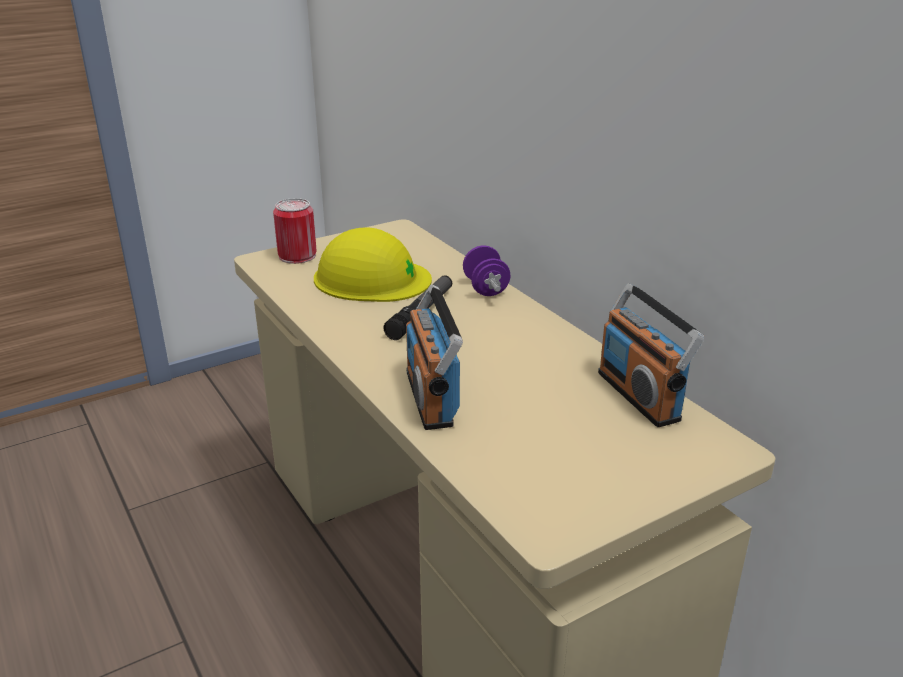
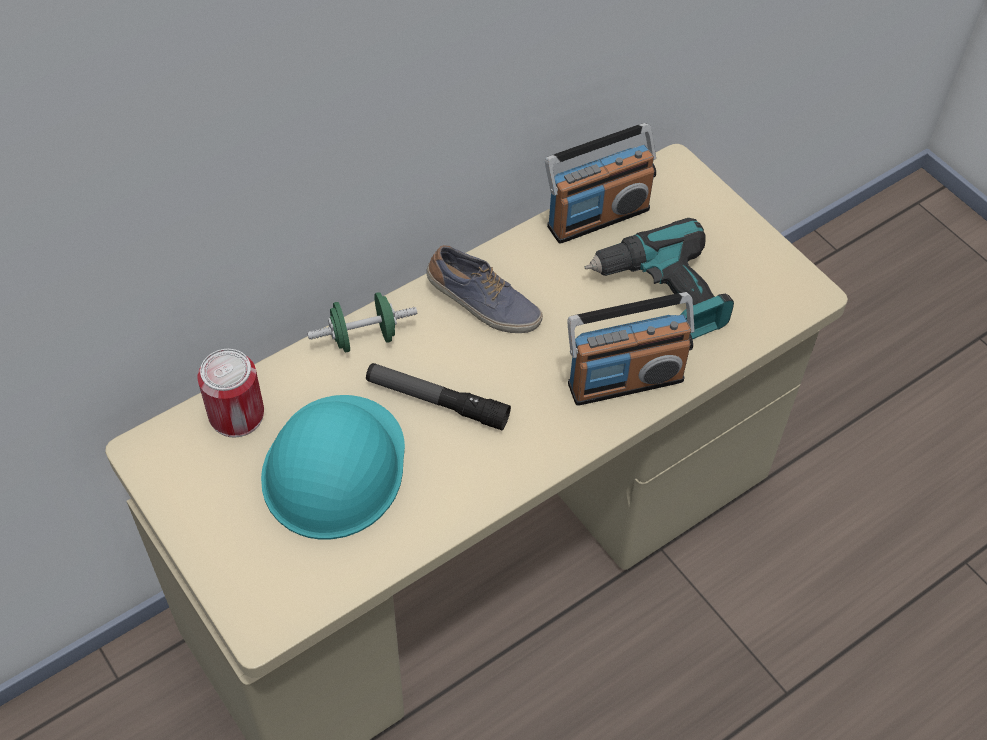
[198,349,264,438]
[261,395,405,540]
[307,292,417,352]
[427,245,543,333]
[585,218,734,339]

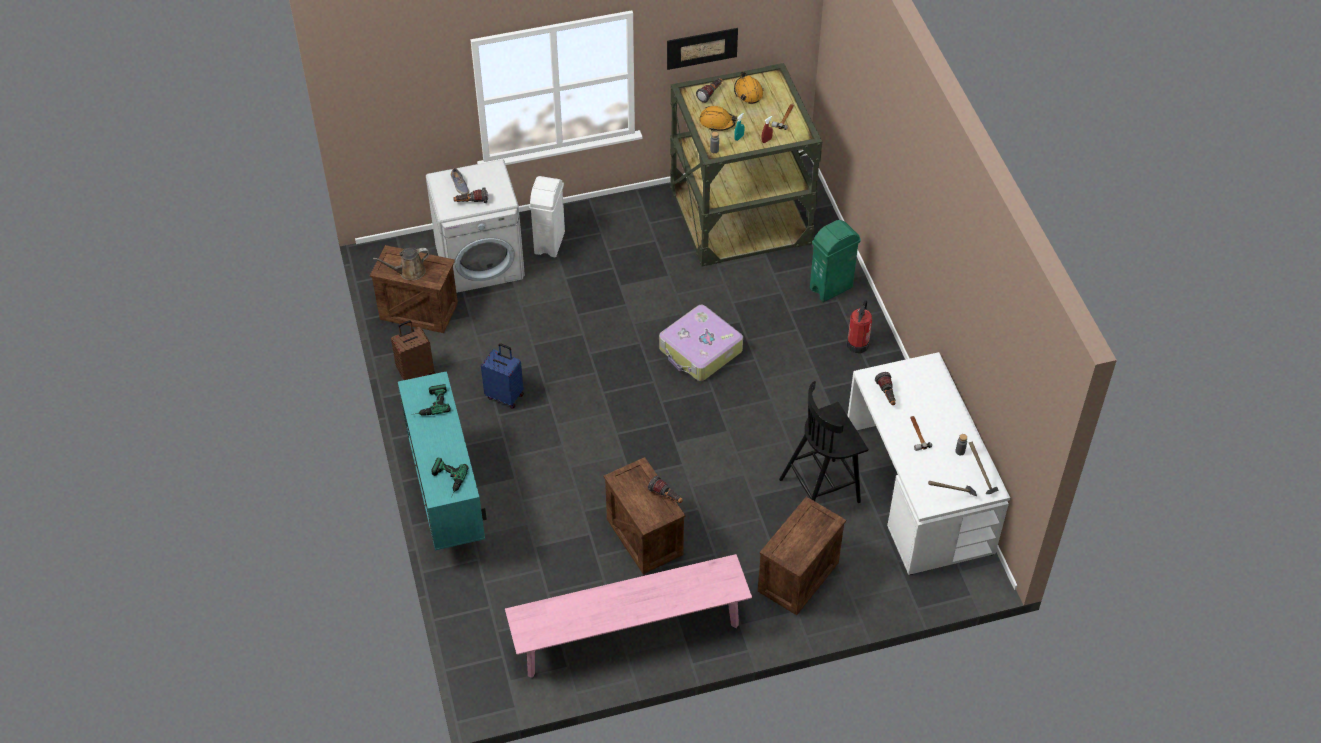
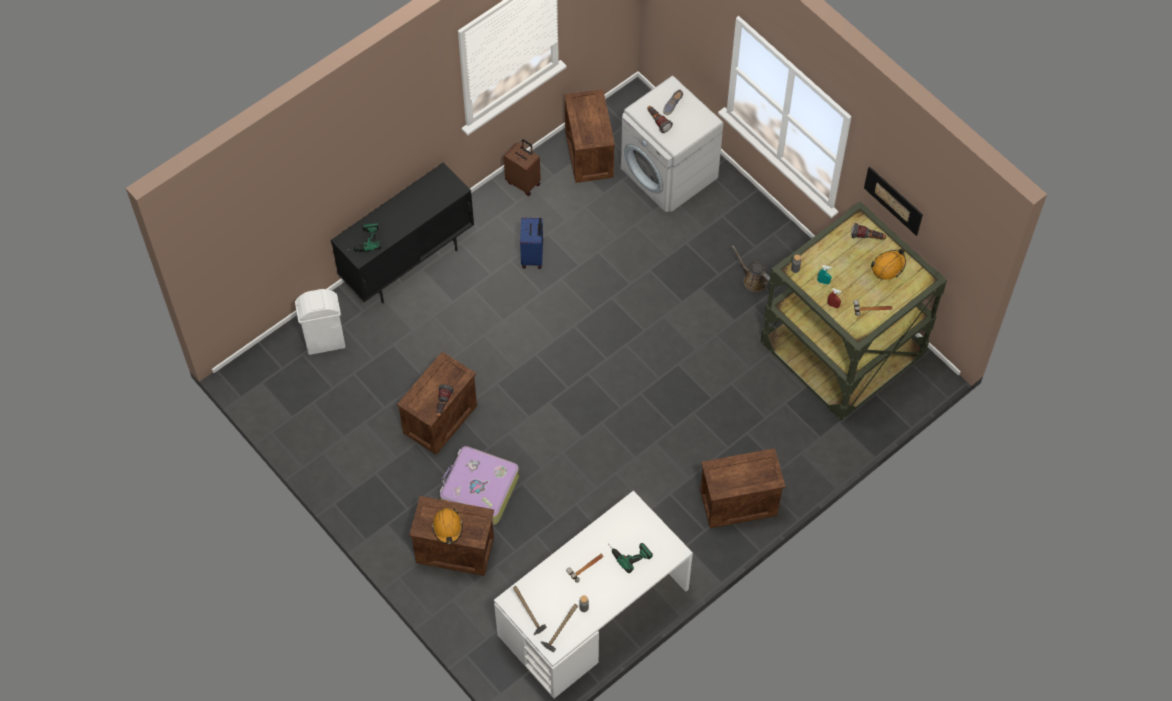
[295,289,346,355]
[331,162,474,303]
[432,508,463,544]
[440,446,519,525]
[609,543,653,573]
[700,448,786,528]
[732,245,770,292]
[505,554,752,678] (first image)
[779,381,868,503] (first image)
[810,220,861,302] (first image)
[875,372,896,405] (first image)

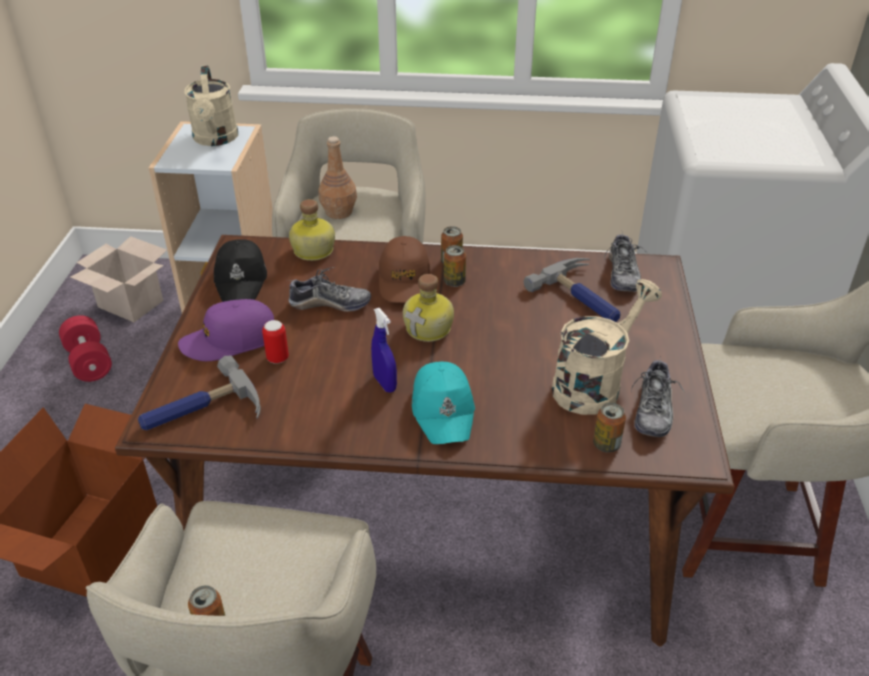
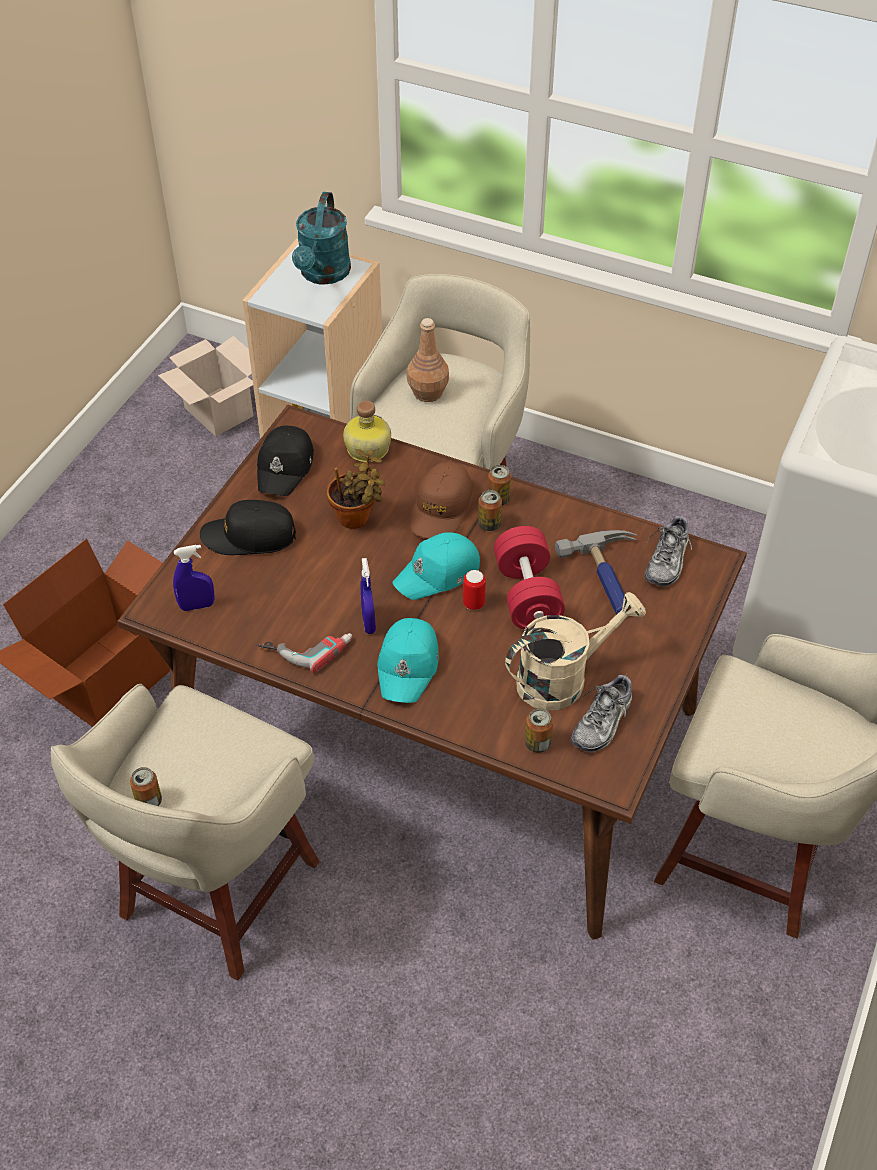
[173,545,215,611]
[200,500,296,555]
[256,633,352,673]
[292,192,351,285]
[327,449,385,529]
[393,532,480,600]
[463,570,486,610]
[494,526,565,630]

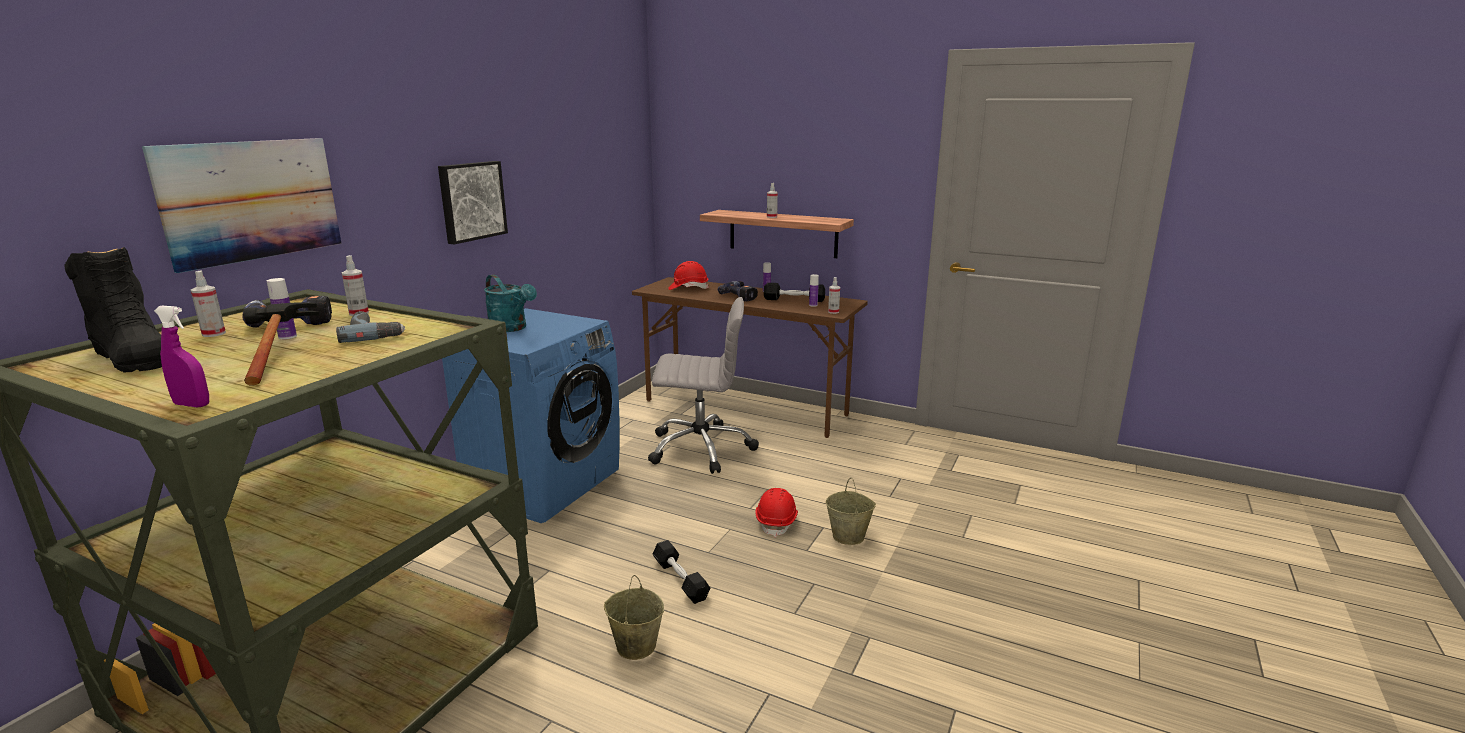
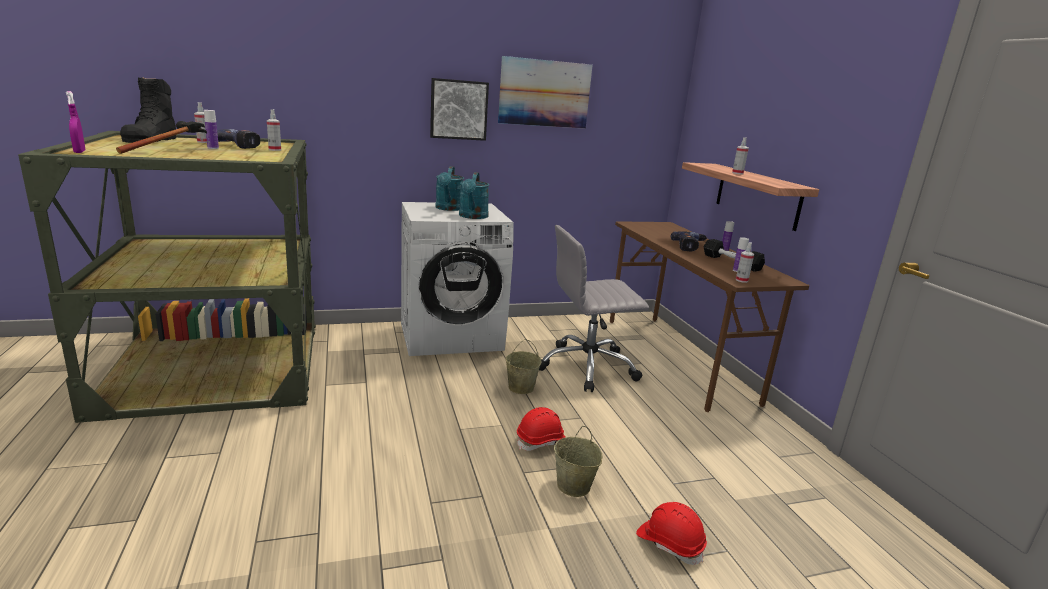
[401,202,514,356]
[459,172,489,219]
[498,56,593,129]
[506,339,542,394]
[539,225,649,392]
[636,502,707,565]
[336,311,405,343] (first image)
[652,540,710,604] (first image)

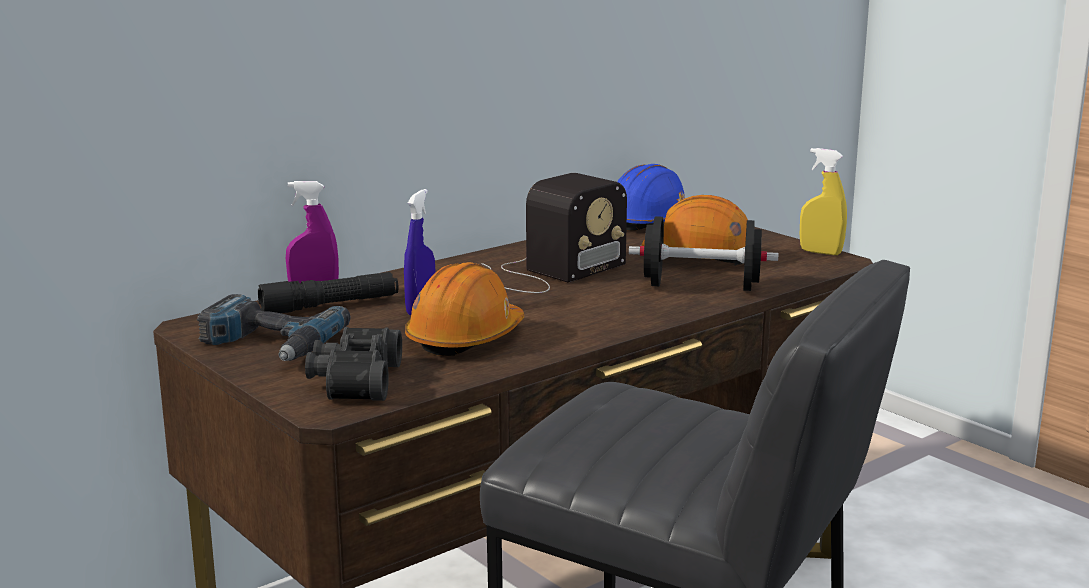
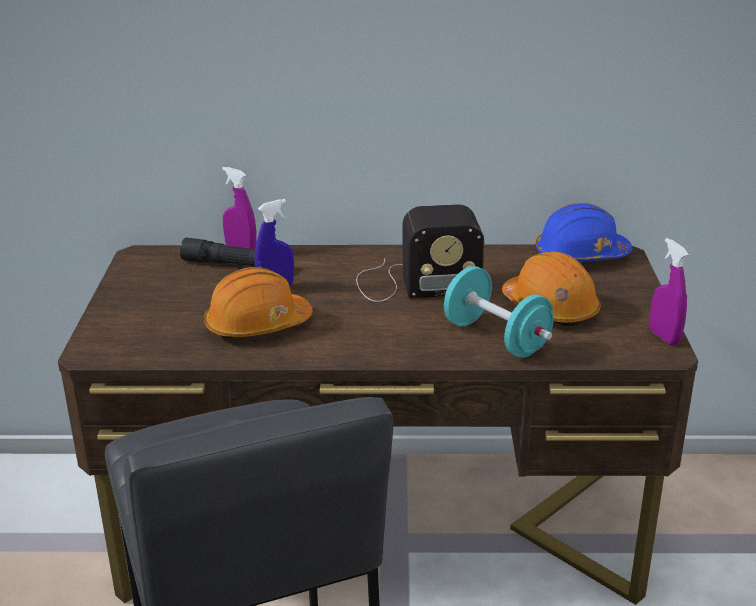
[444,266,554,358]
[650,238,689,346]
[197,294,350,361] (first image)
[305,327,402,401] (first image)

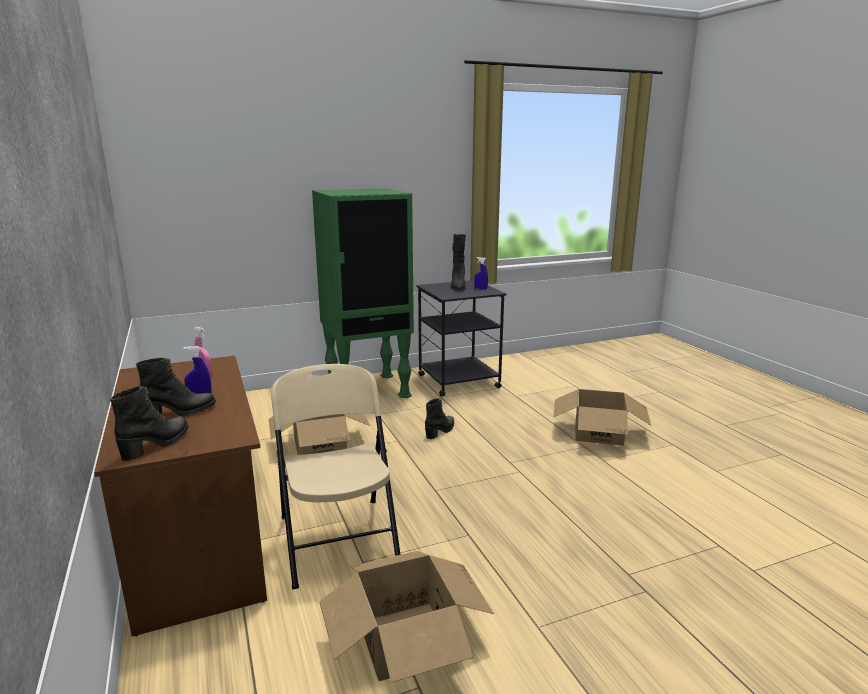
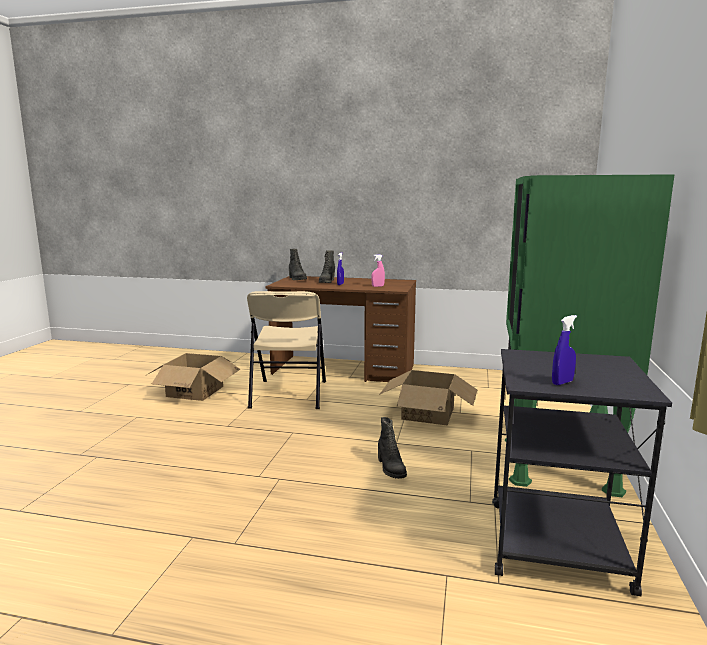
[247,291,326,409]
[451,234,466,291] (first image)
[553,389,651,446] (first image)

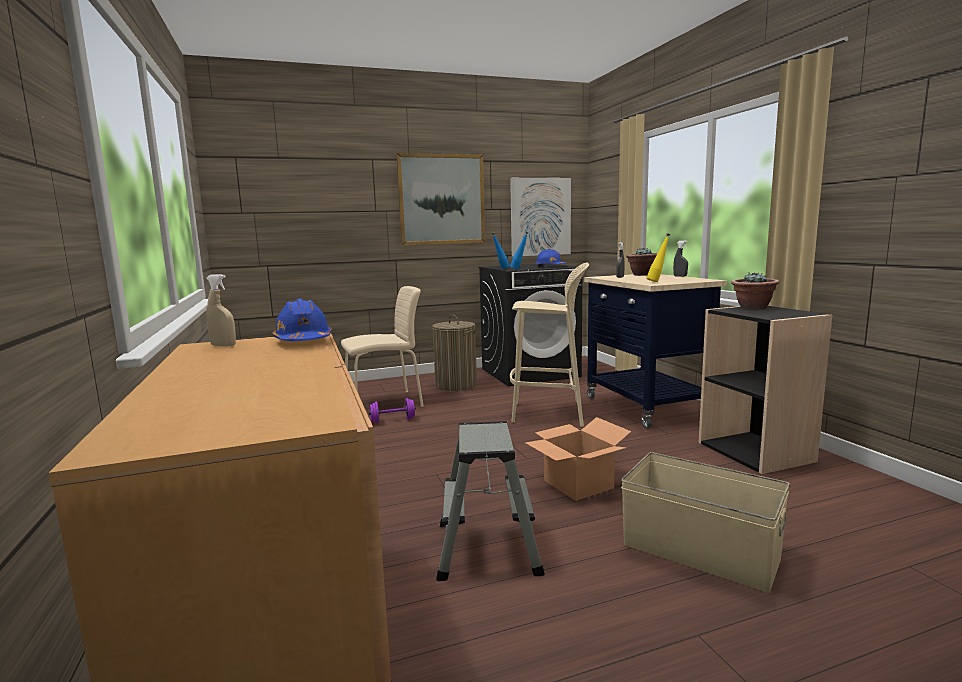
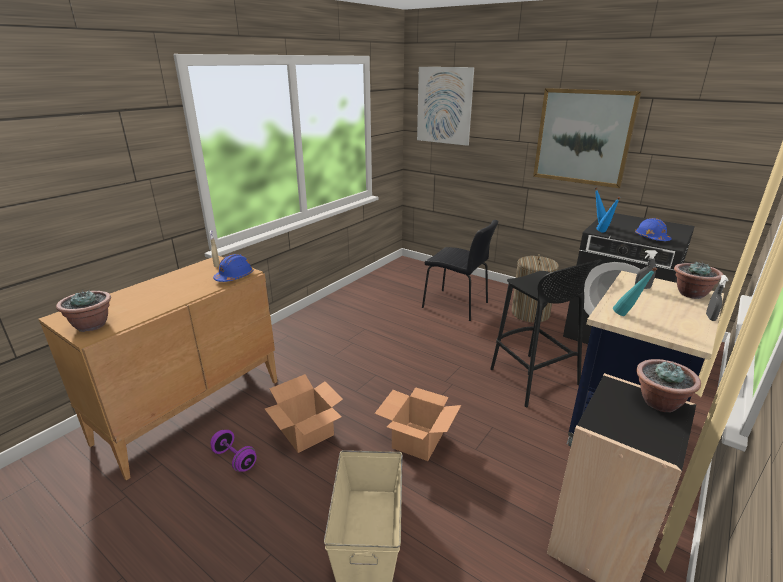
[56,290,111,332]
[211,430,257,472]
[265,374,343,453]
[417,67,474,146]
[422,220,499,321]
[490,259,601,407]
[613,267,657,316]

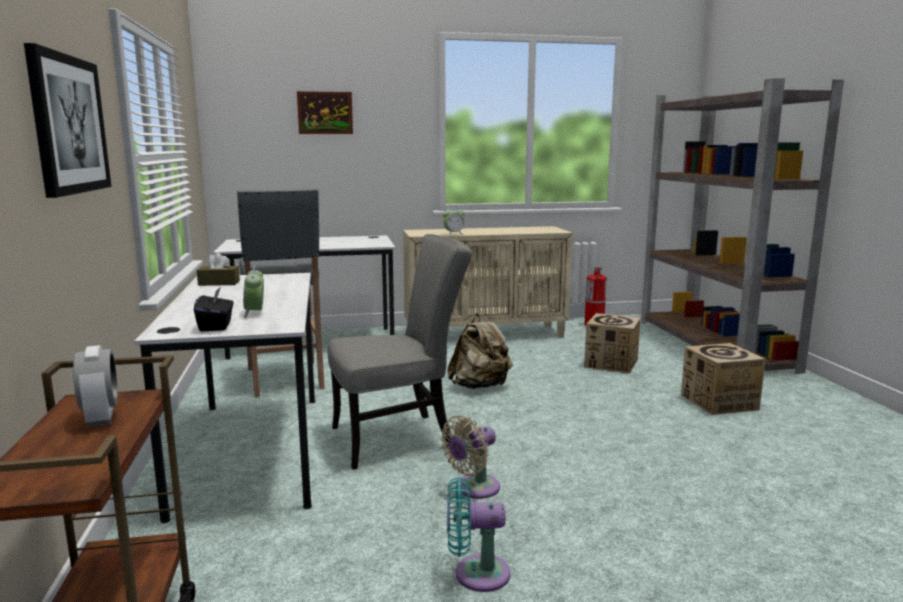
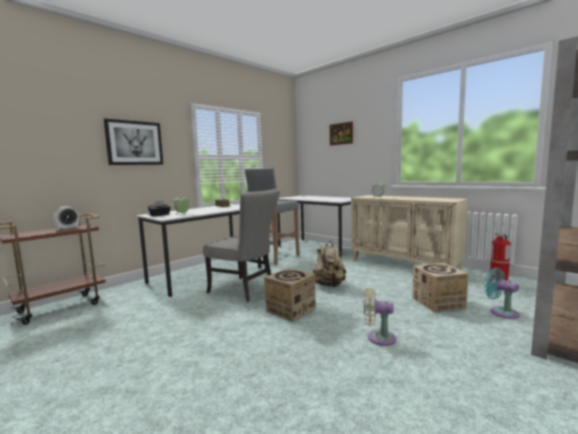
[264,268,316,322]
[364,288,396,346]
[484,268,520,319]

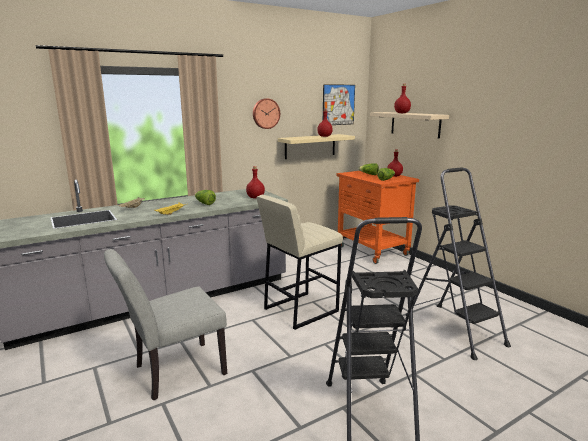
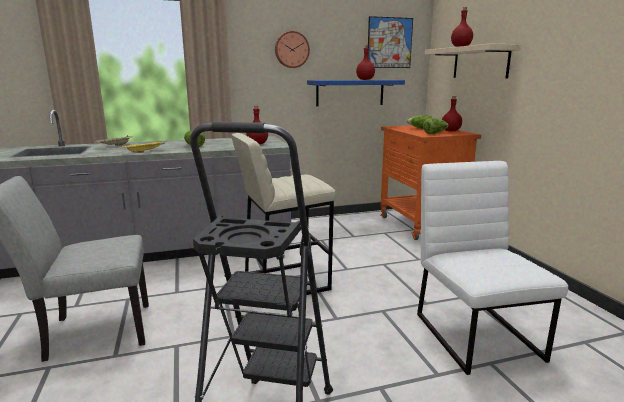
[307,80,405,106]
[417,161,568,375]

